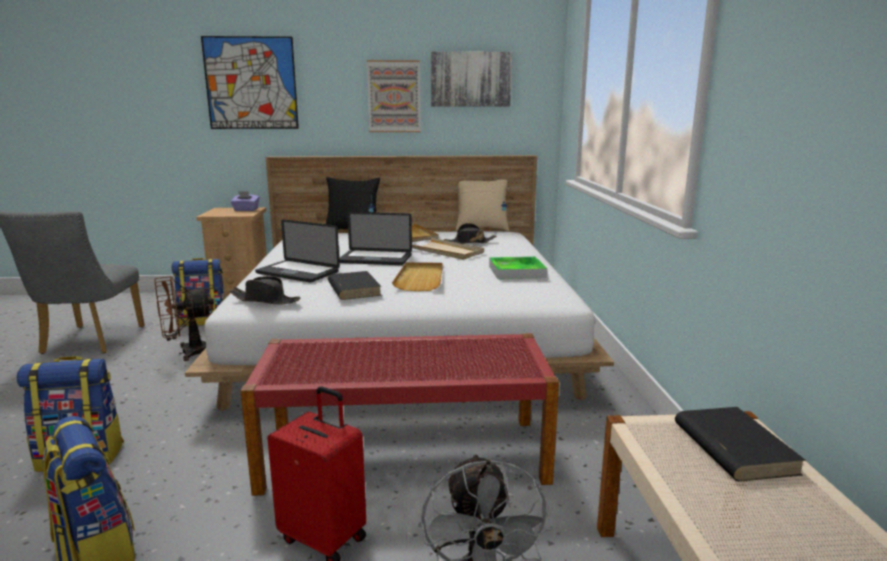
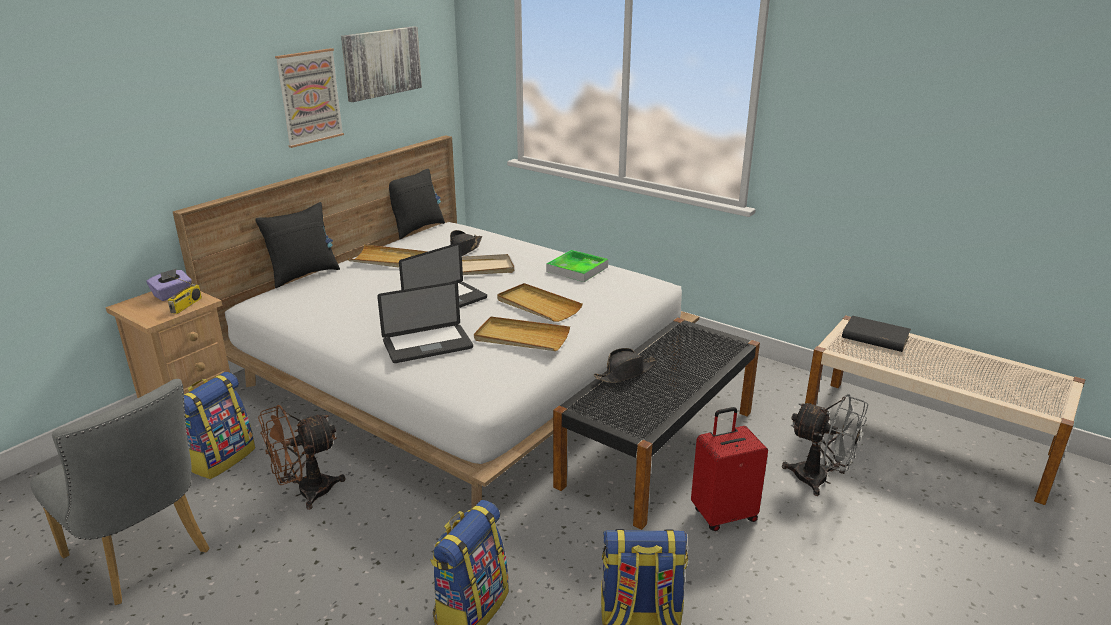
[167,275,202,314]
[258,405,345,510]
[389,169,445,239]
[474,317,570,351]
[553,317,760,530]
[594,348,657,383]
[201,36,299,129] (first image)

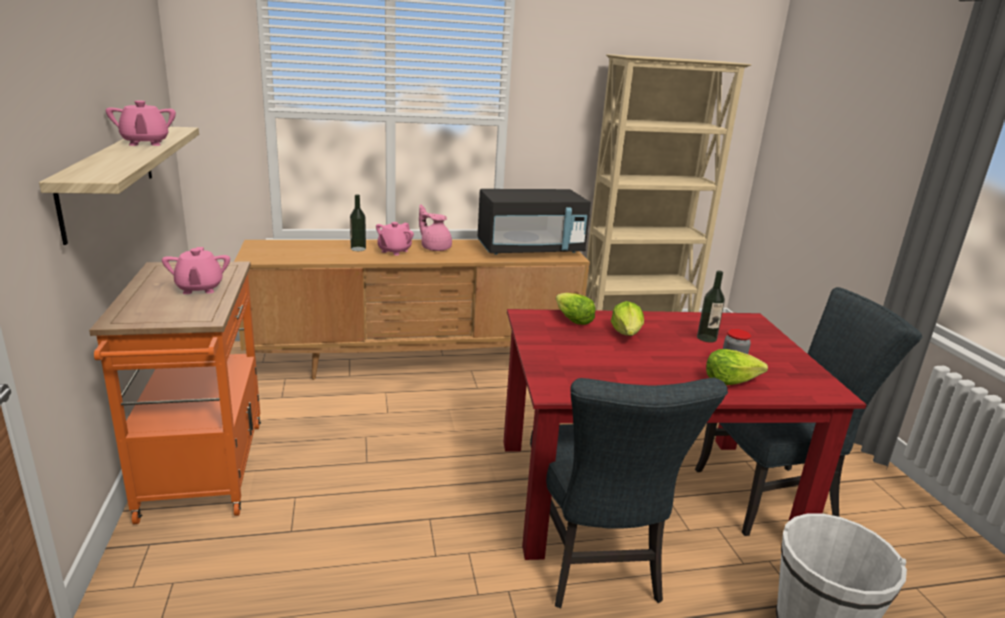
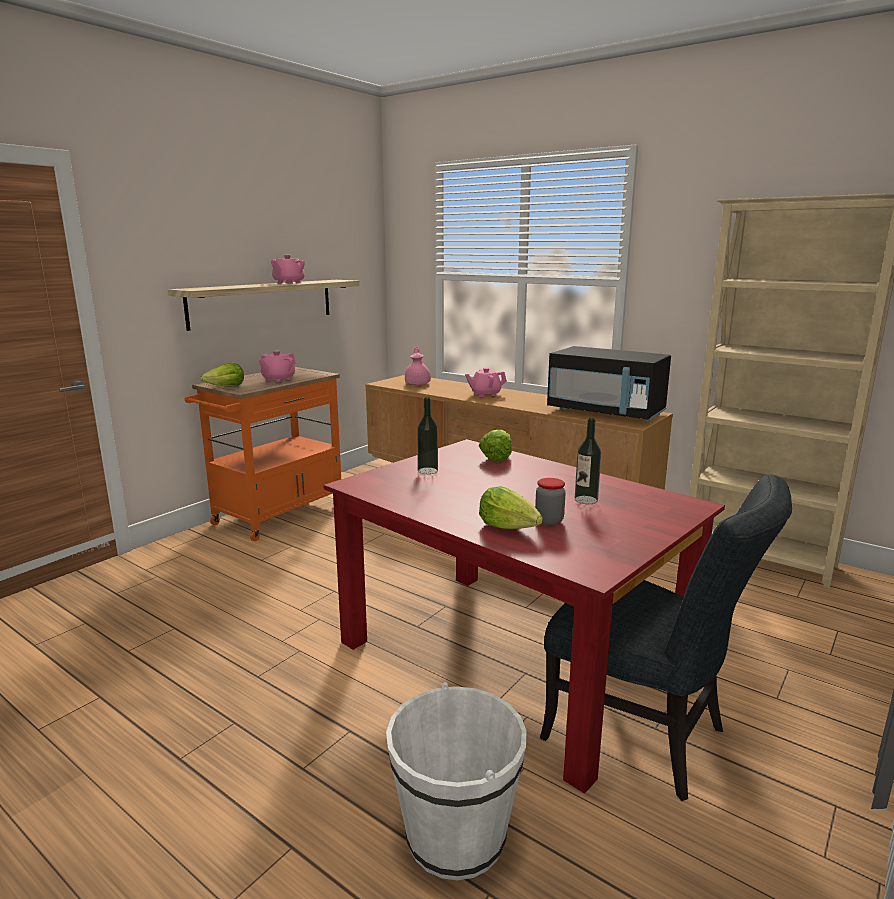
[201,363,244,386]
[405,346,431,385]
[417,397,438,474]
[530,378,728,608] (first image)

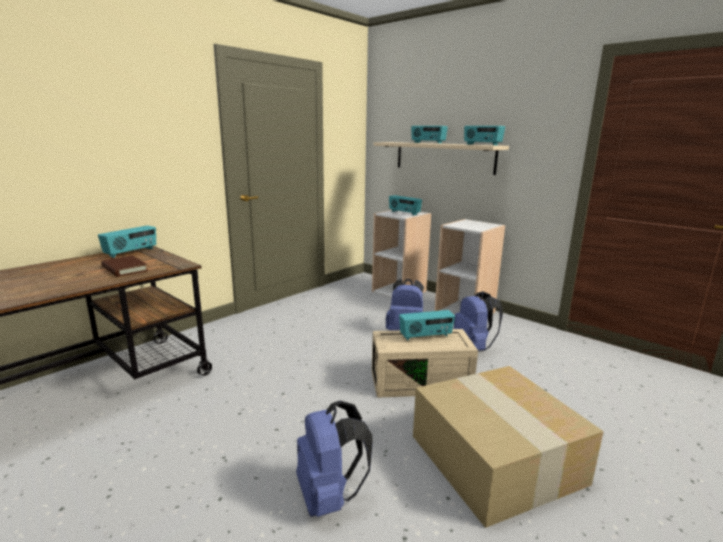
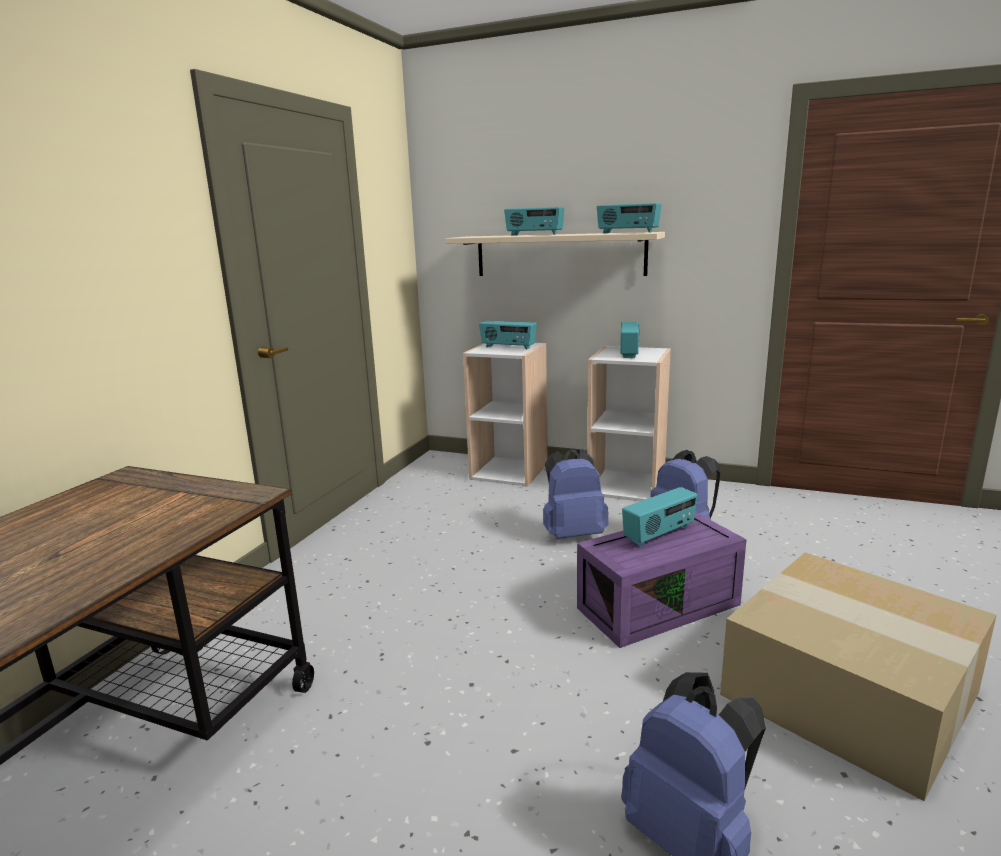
[577,512,747,648]
[620,322,639,358]
[101,256,148,277] (first image)

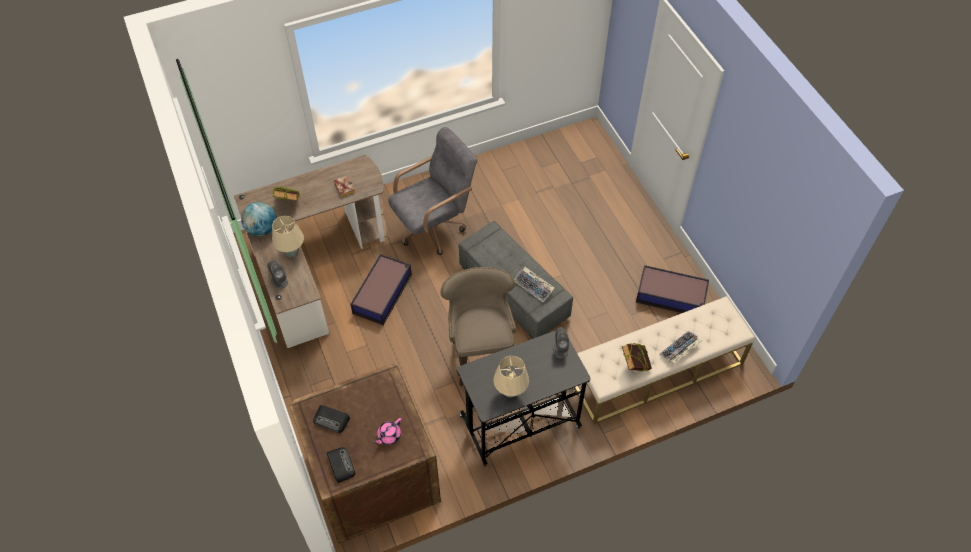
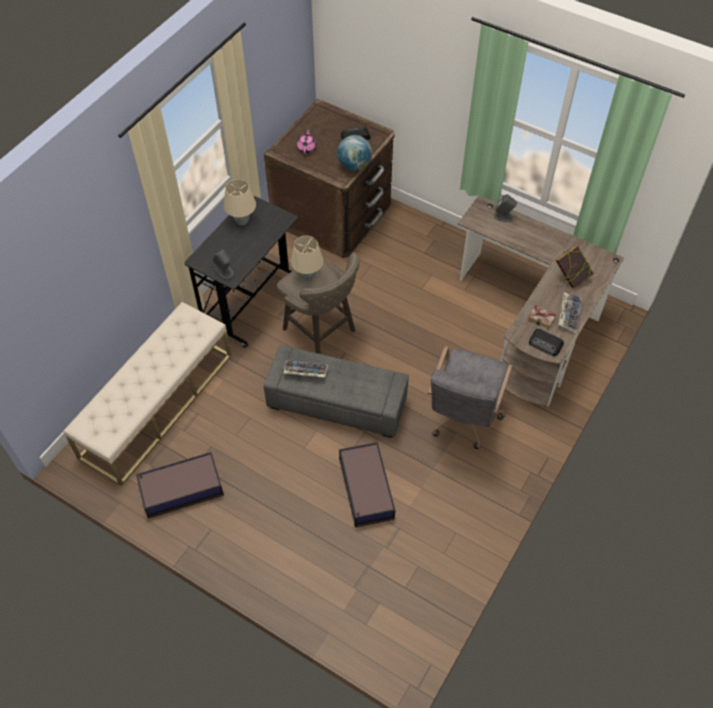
[290,236,324,281]
[337,135,372,171]
[339,442,395,527]
[529,329,564,356]
[558,292,582,333]
[622,343,652,372] (first image)

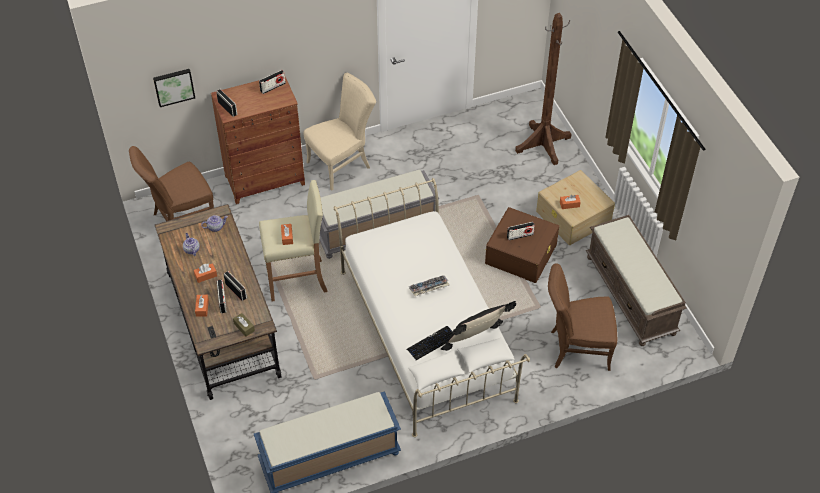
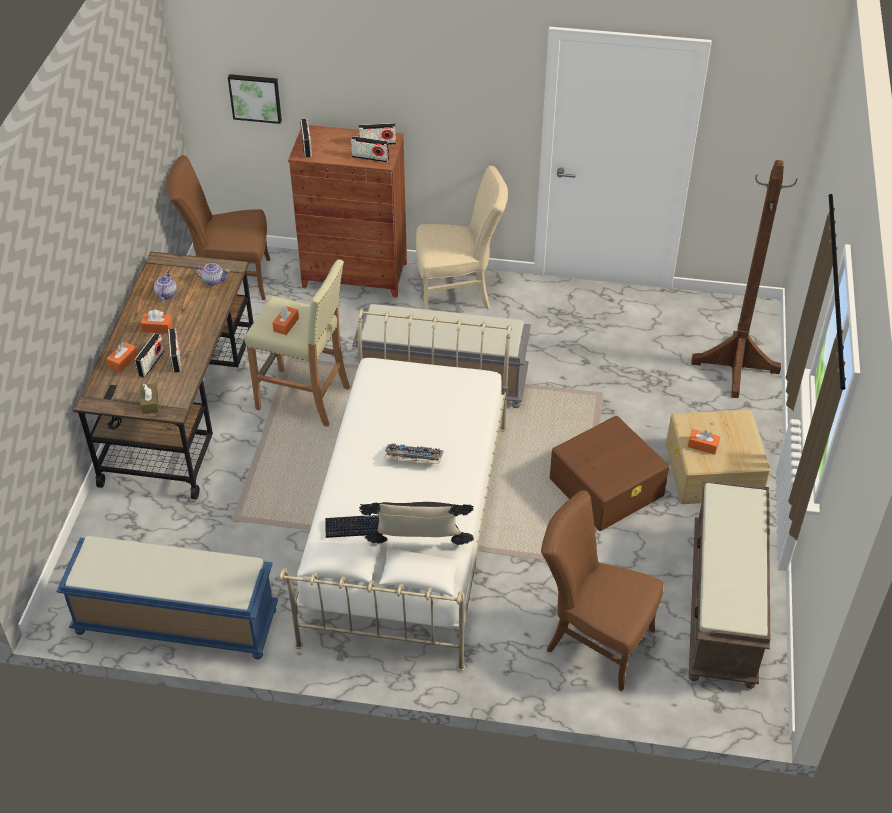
[351,136,389,163]

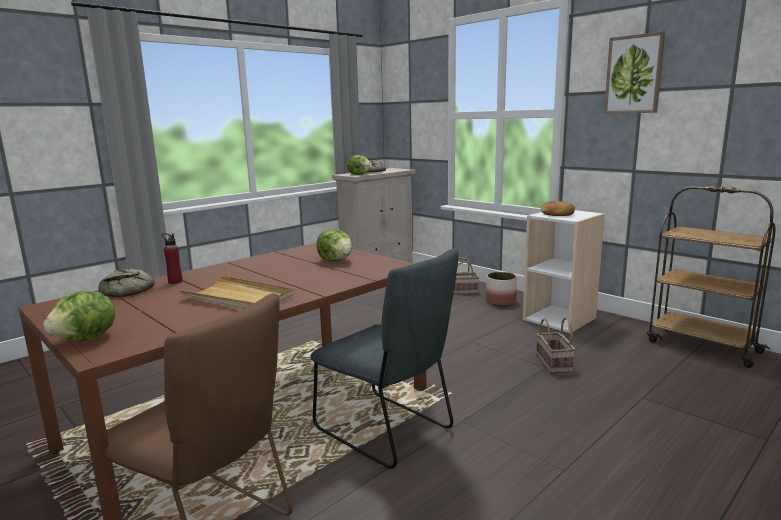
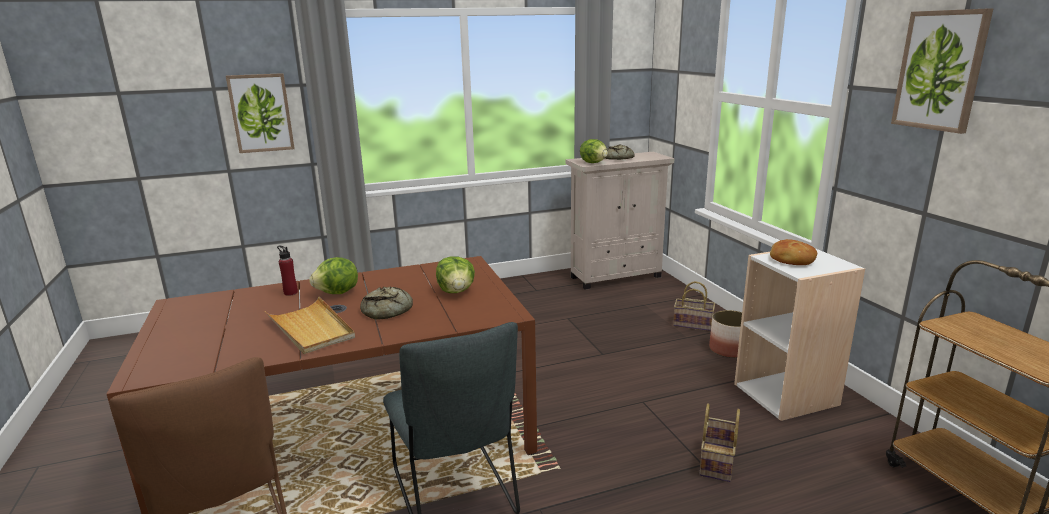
[226,73,295,153]
[309,257,358,294]
[360,286,413,319]

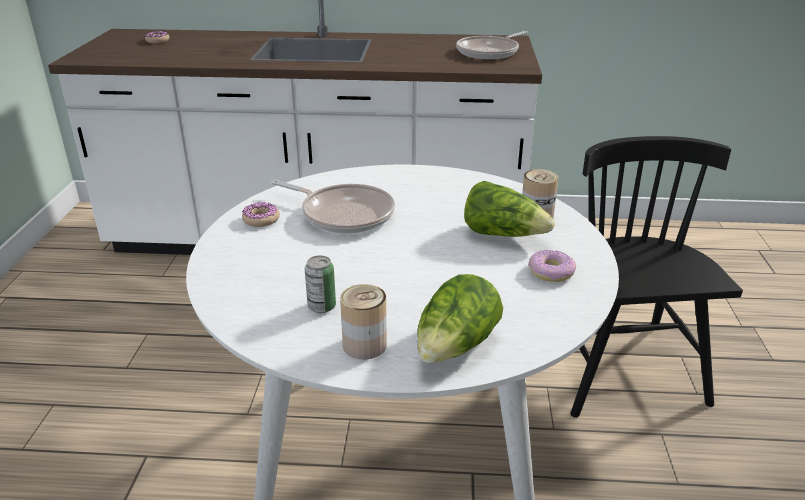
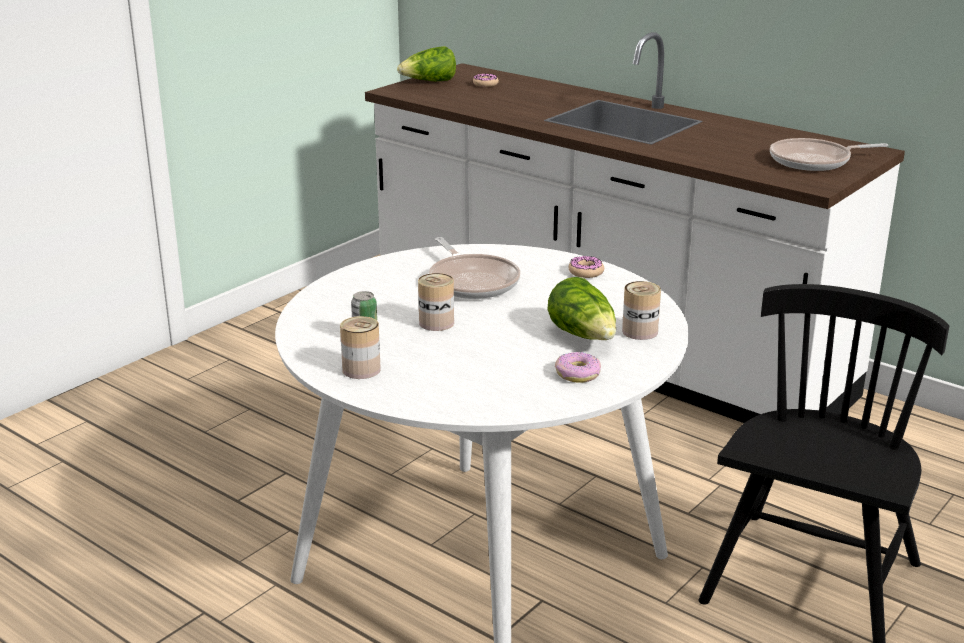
[397,46,456,81]
[418,273,454,331]
[568,256,604,278]

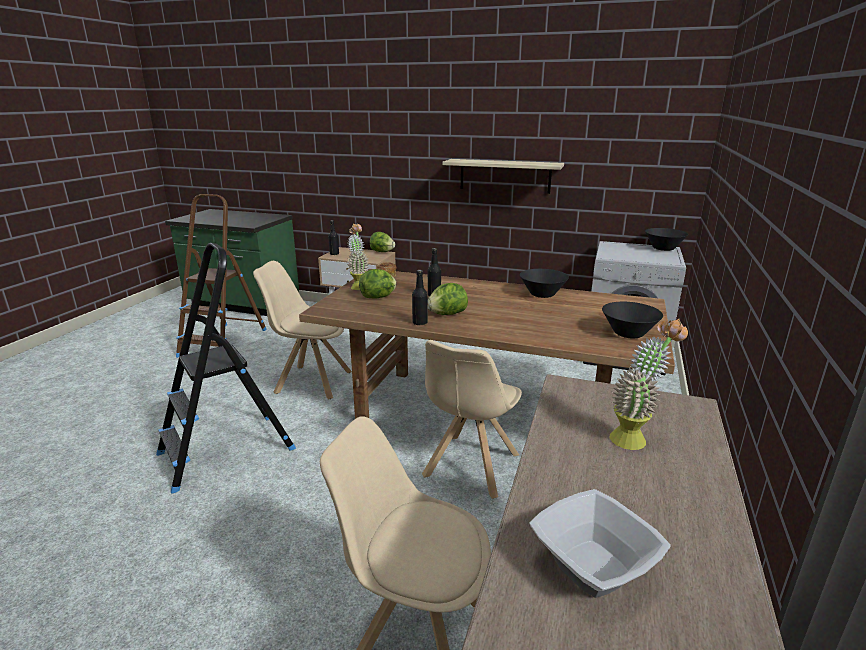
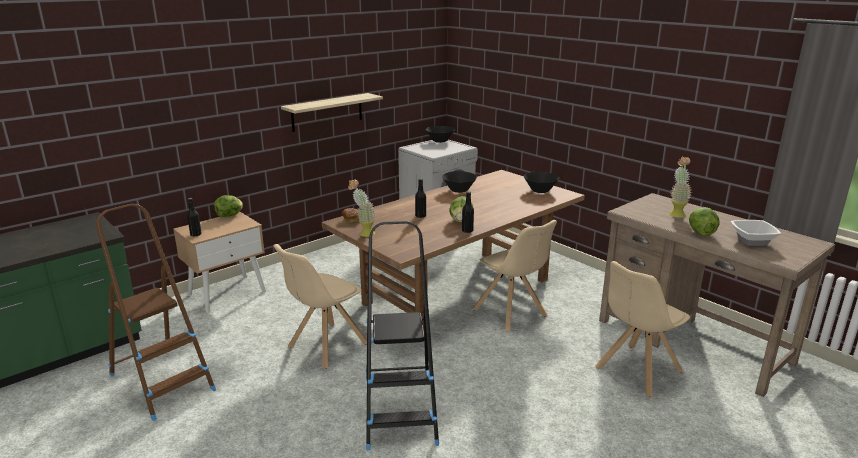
[689,207,720,236]

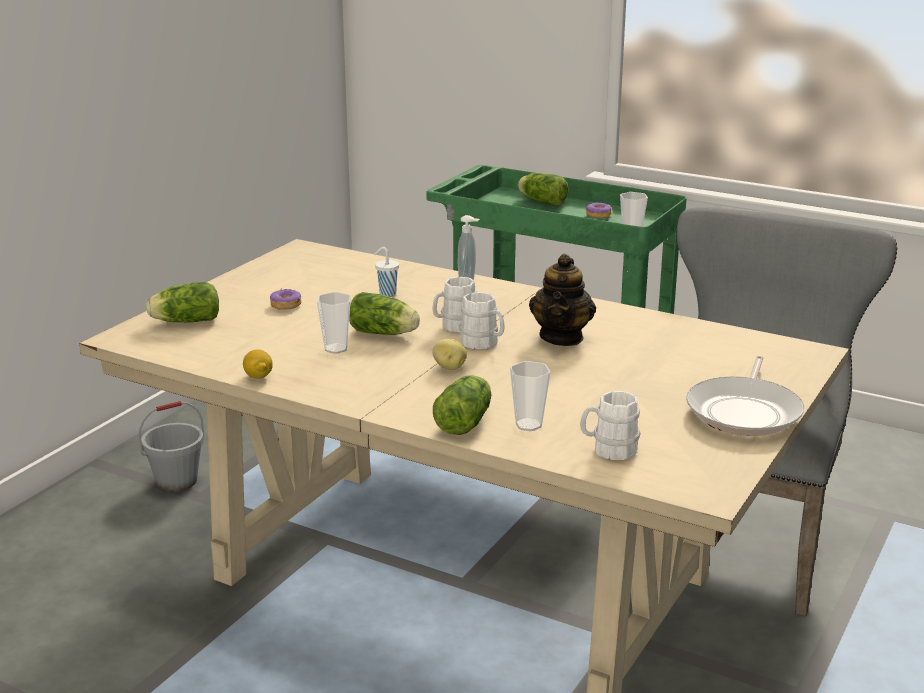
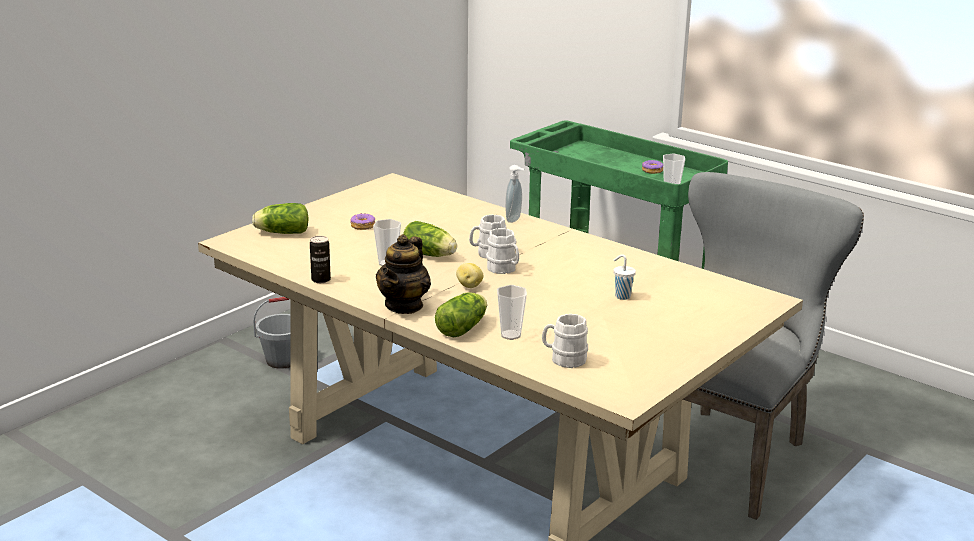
[310,236,331,283]
[376,234,431,314]
[613,254,636,300]
[518,173,568,206] (first image)
[686,356,804,436] (first image)

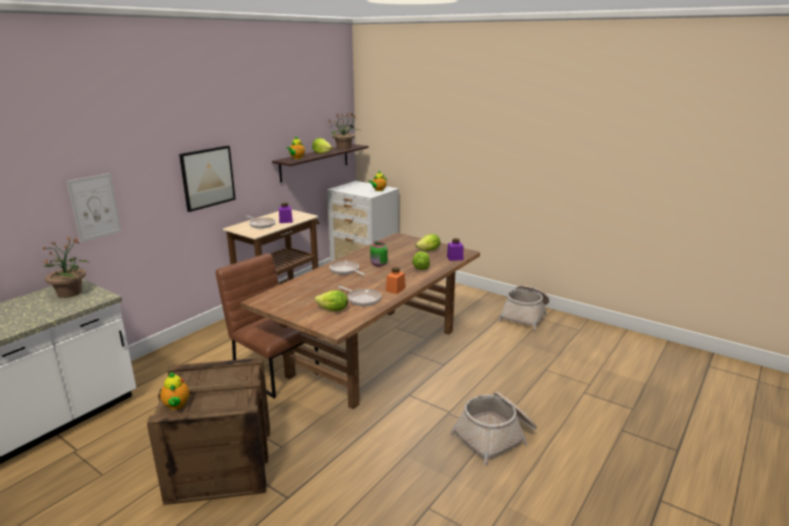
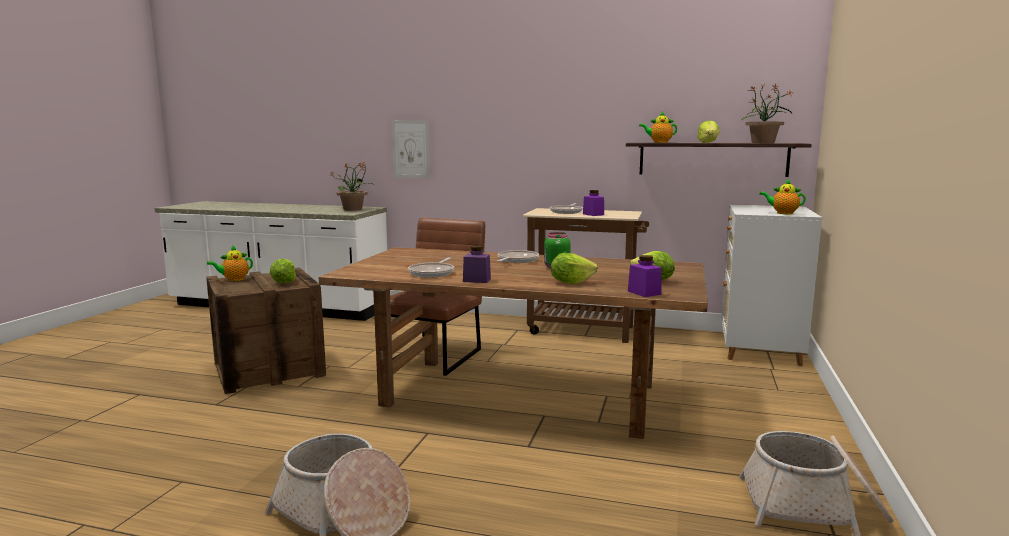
[270,259,296,283]
[463,245,491,283]
[179,145,236,212] (first image)

